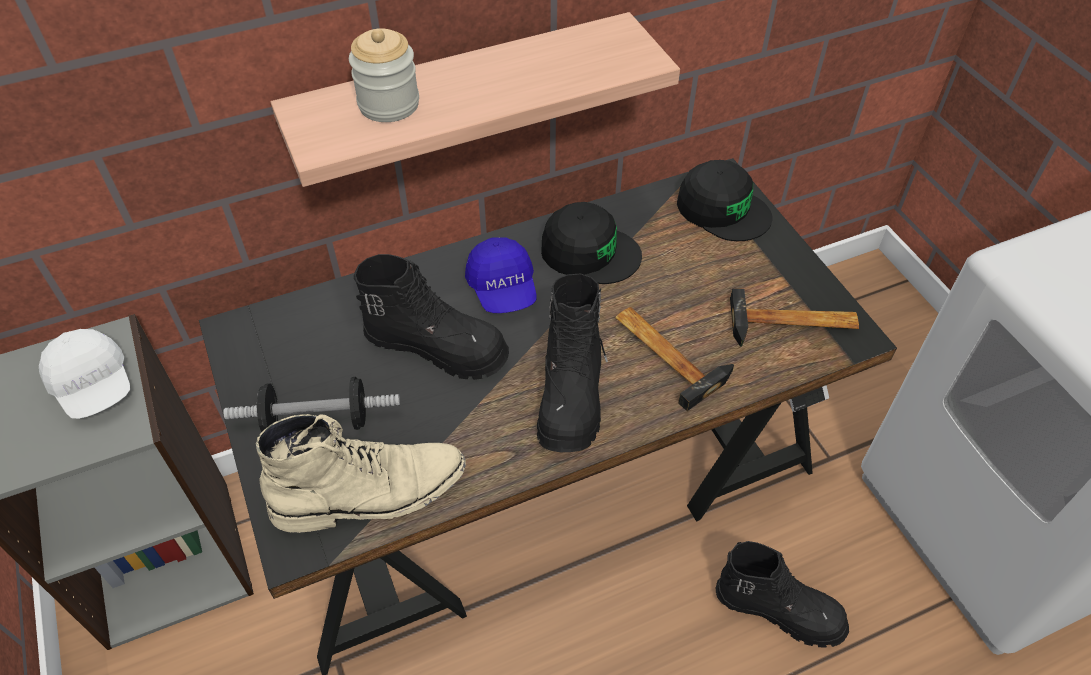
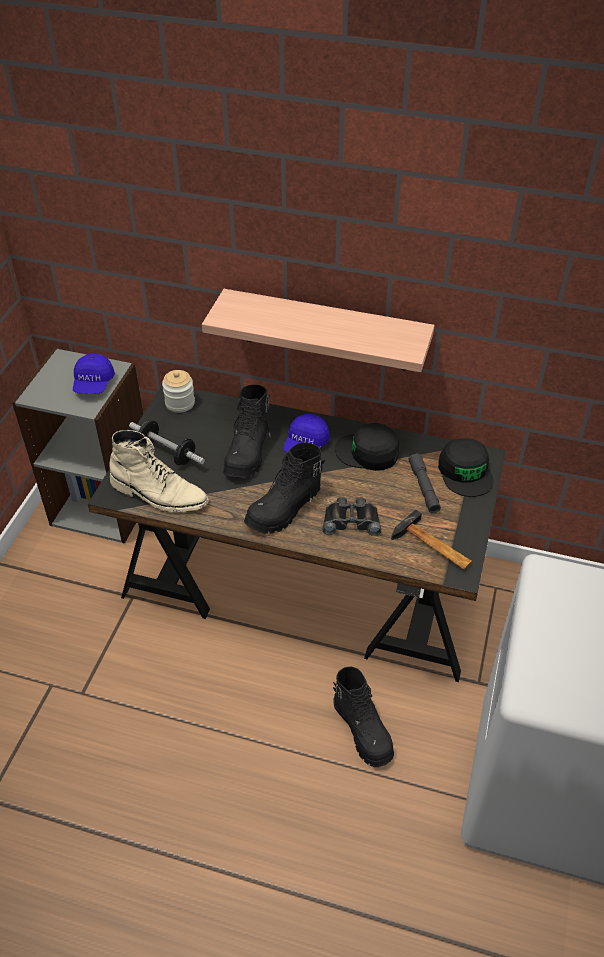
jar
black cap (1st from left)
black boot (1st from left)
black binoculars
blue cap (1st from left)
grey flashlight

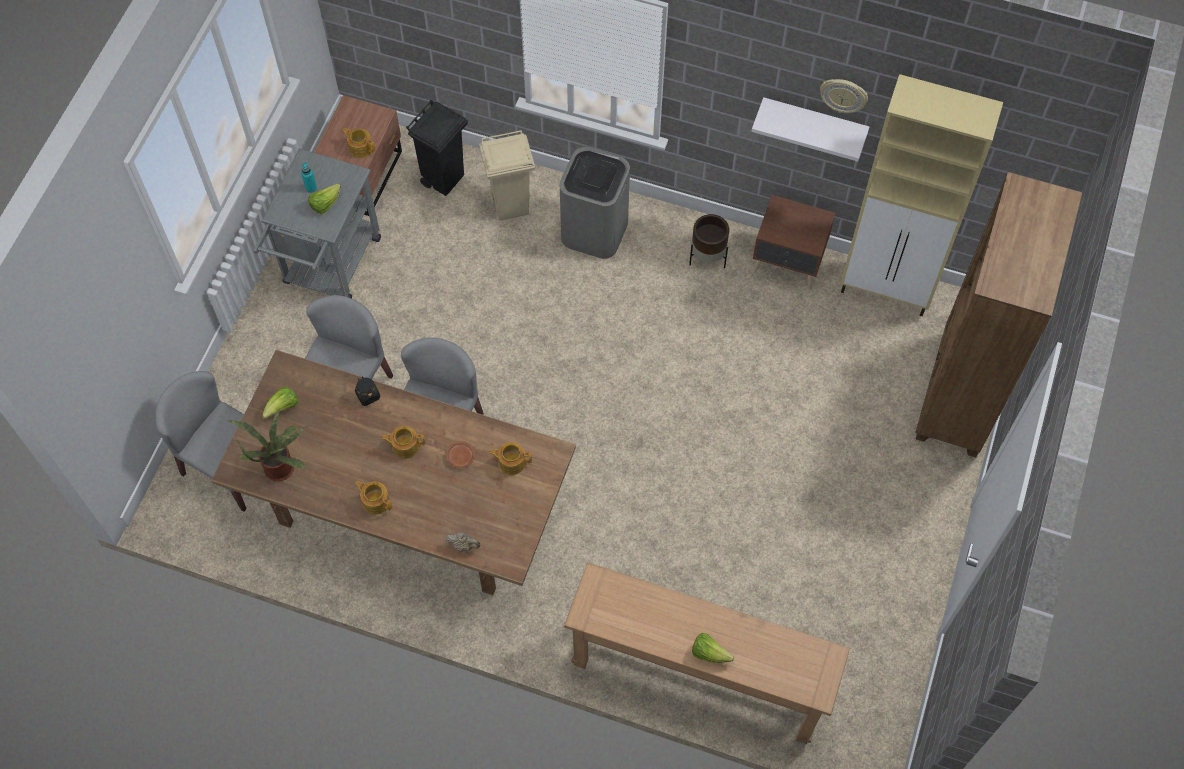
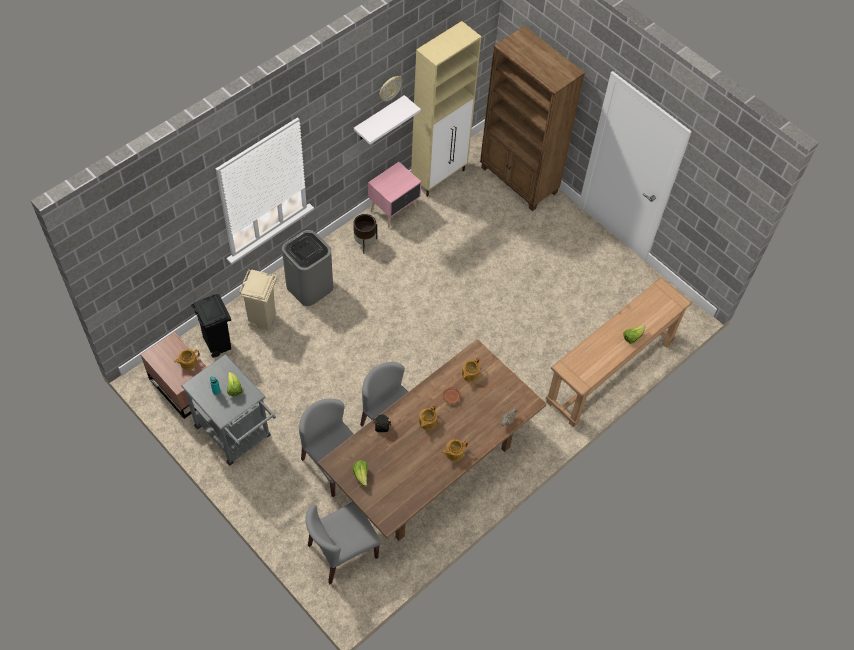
pink nightstand
potted plant

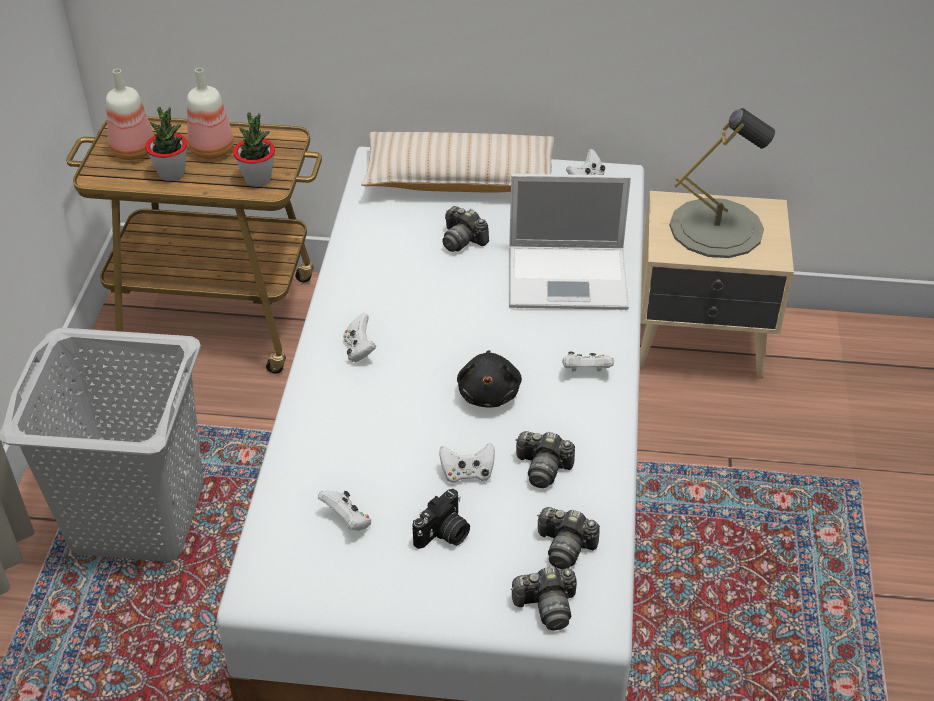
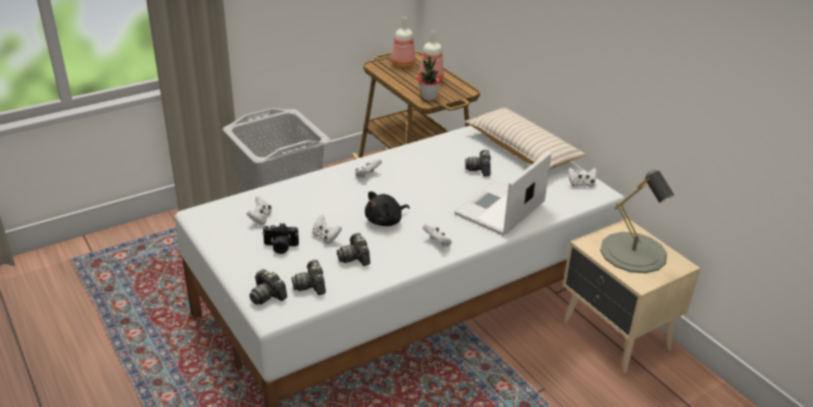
potted plant (1st from left in the first image)
laptop

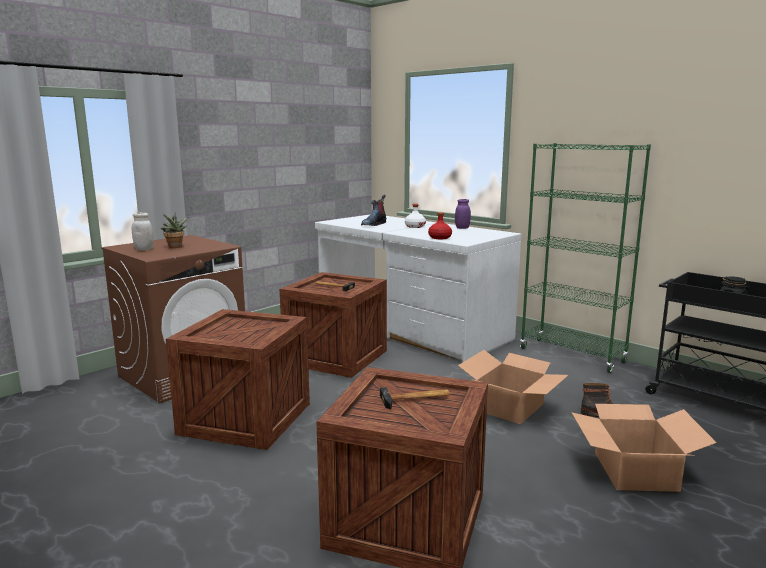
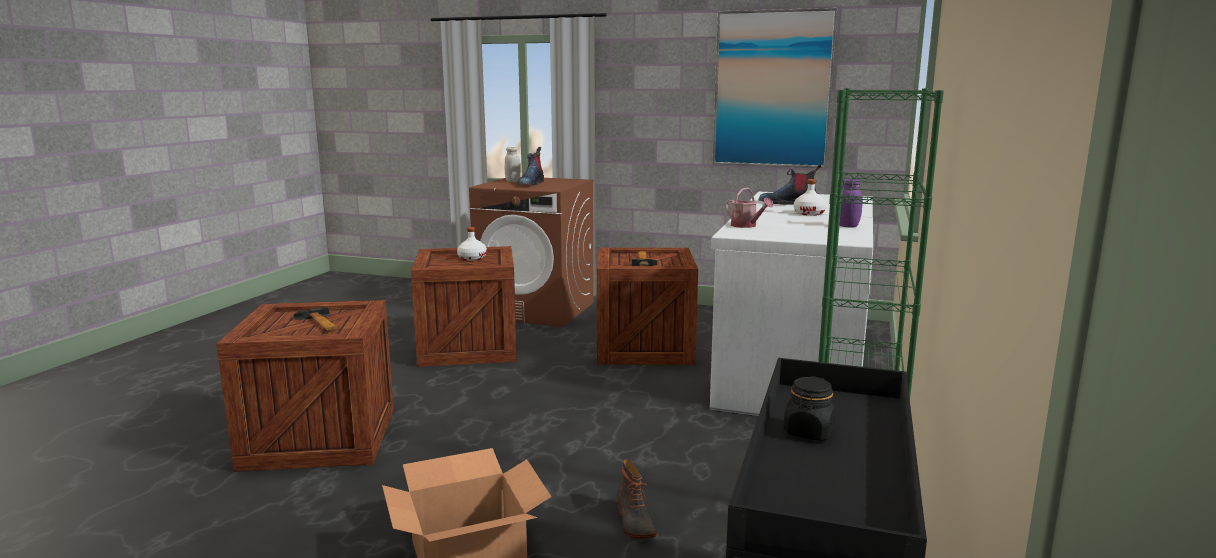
watering can
boot (1st from left)
cardboard box (1st from left in the first image)
picture
white bottle (1st from left)

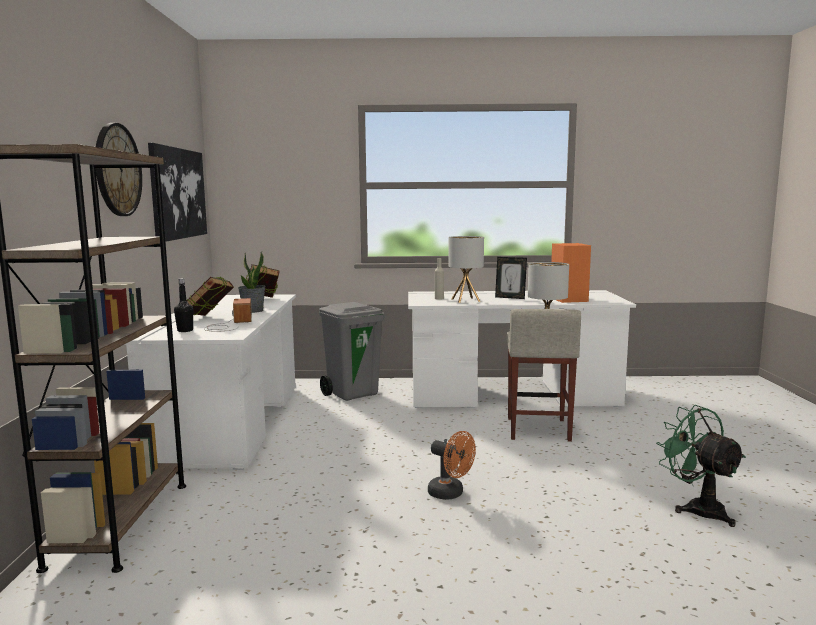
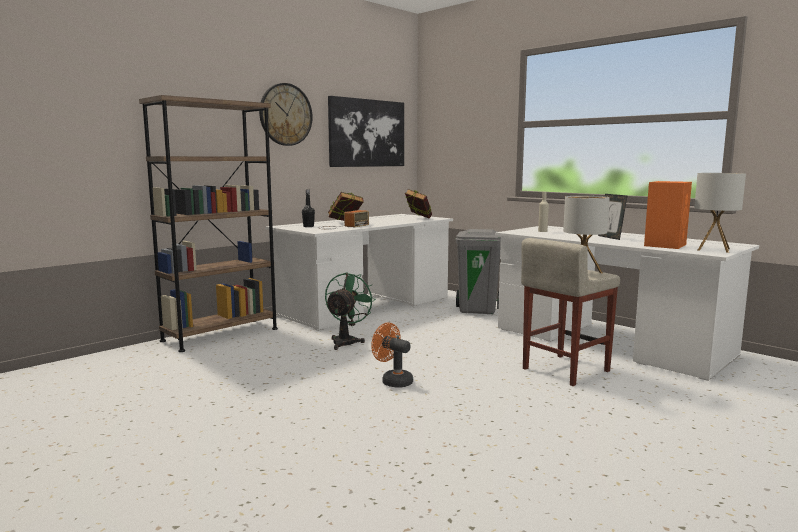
table lamp (2nd from left)
potted plant
green fan
orange fan

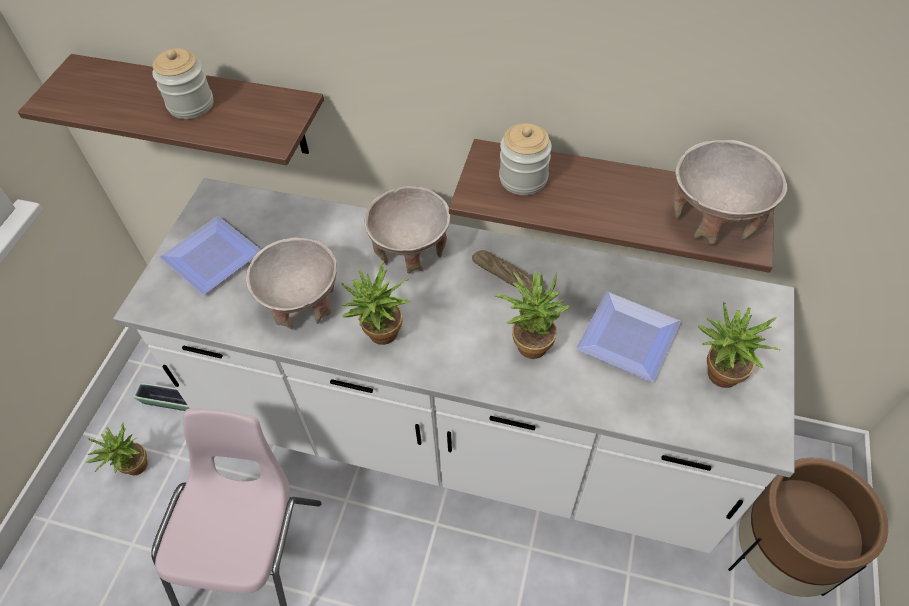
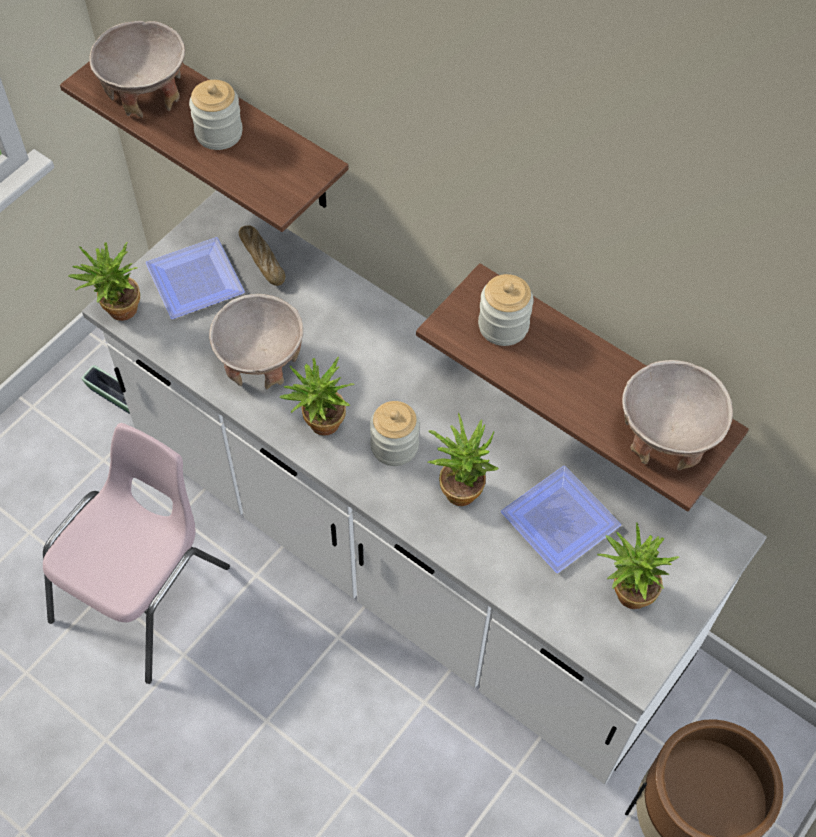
beige bowl (1st from left)
bread
potted plant (1st from left)
jar (2nd from left)

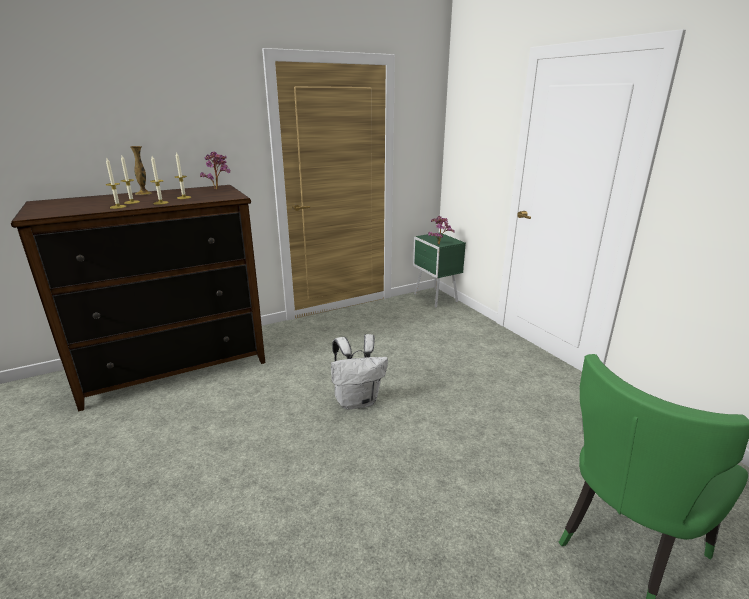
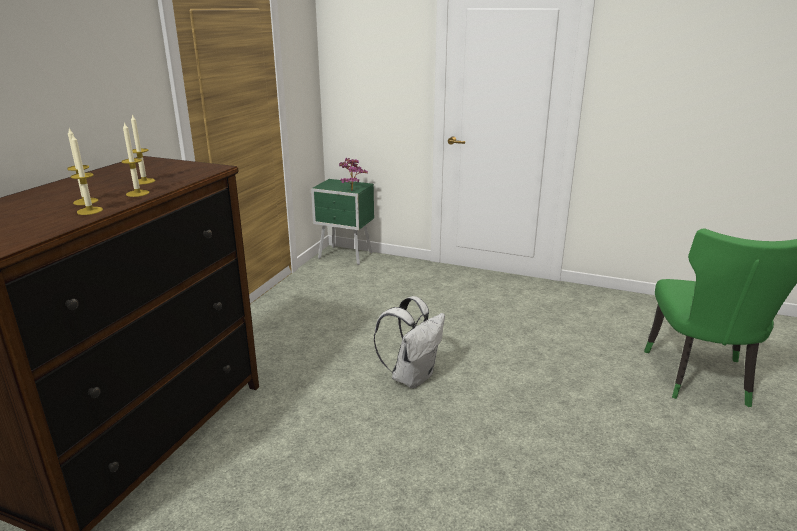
vase
potted plant (1st from left in the first image)

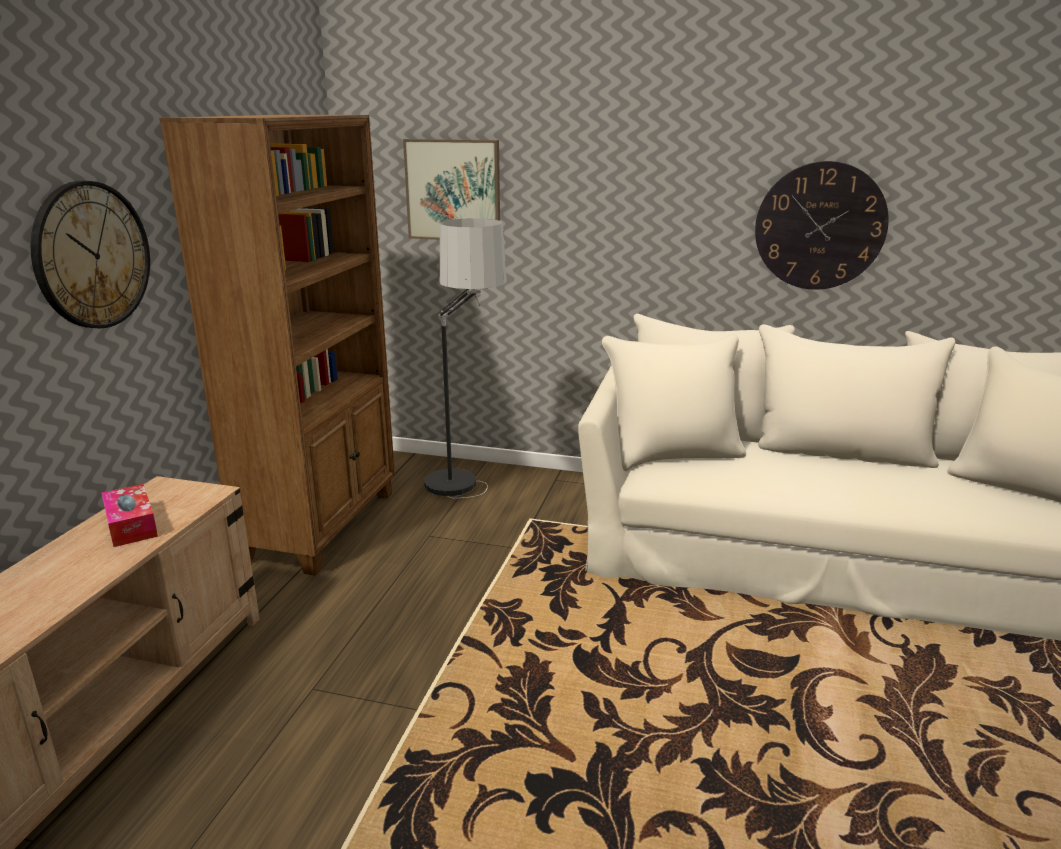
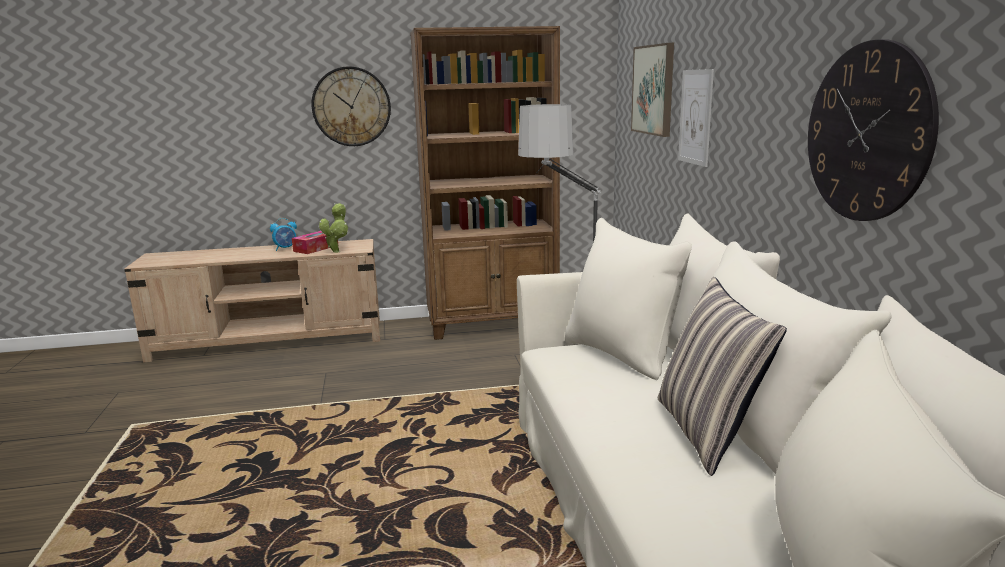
picture (2nd from left)
potted plant
alarm clock
pillow

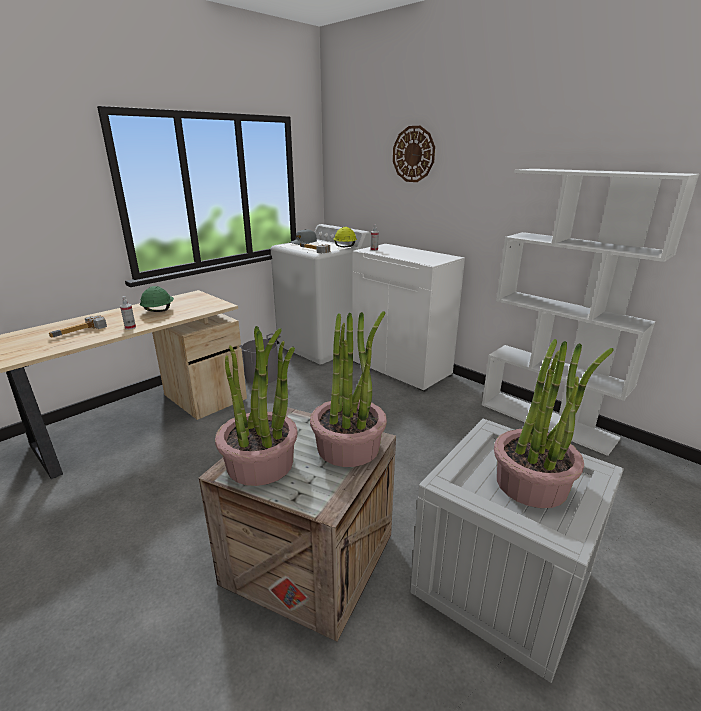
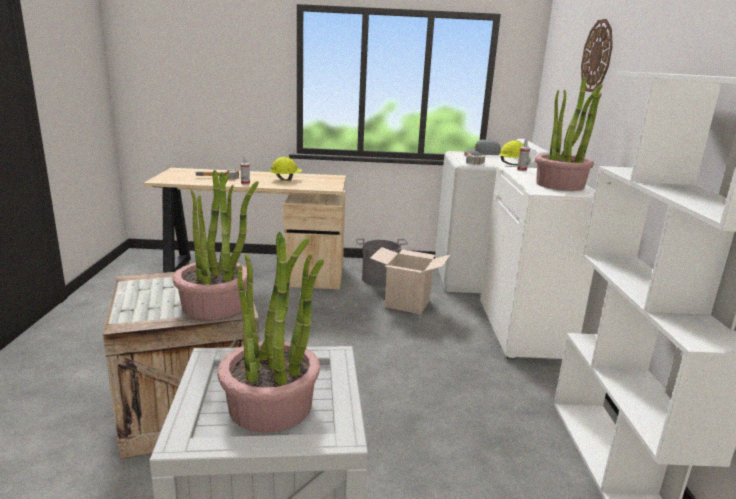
yellow hard hat (1st from left)
potted plant (3rd from left)
cardboard box

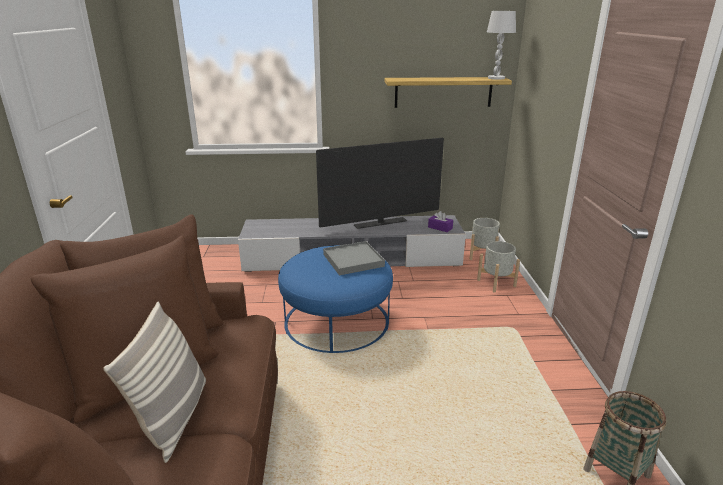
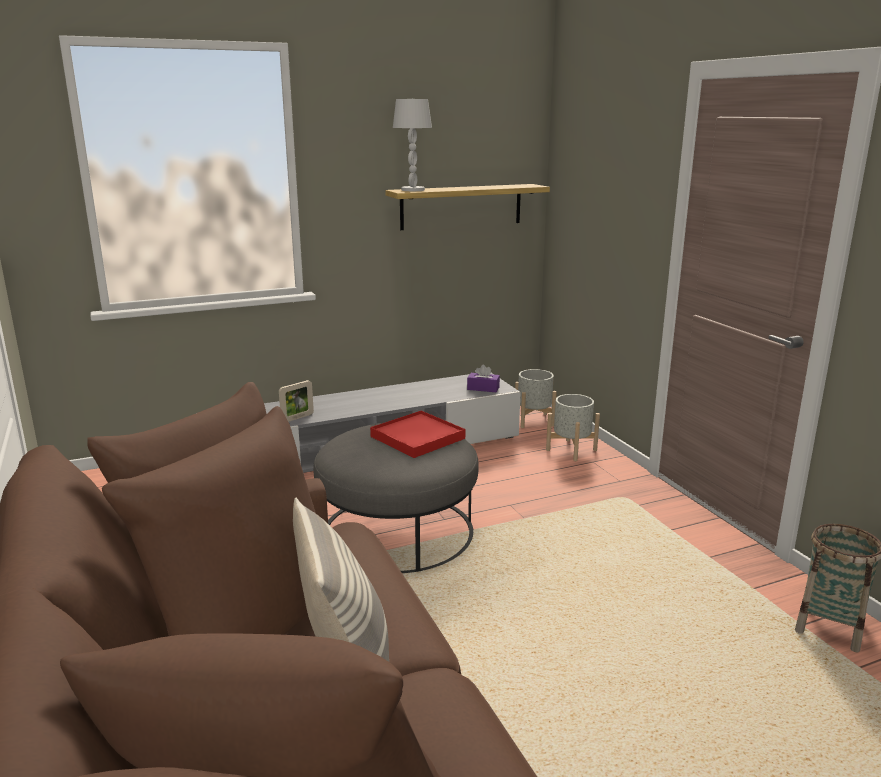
white table lamp
television
red tray
grey ottoman
picture frame

